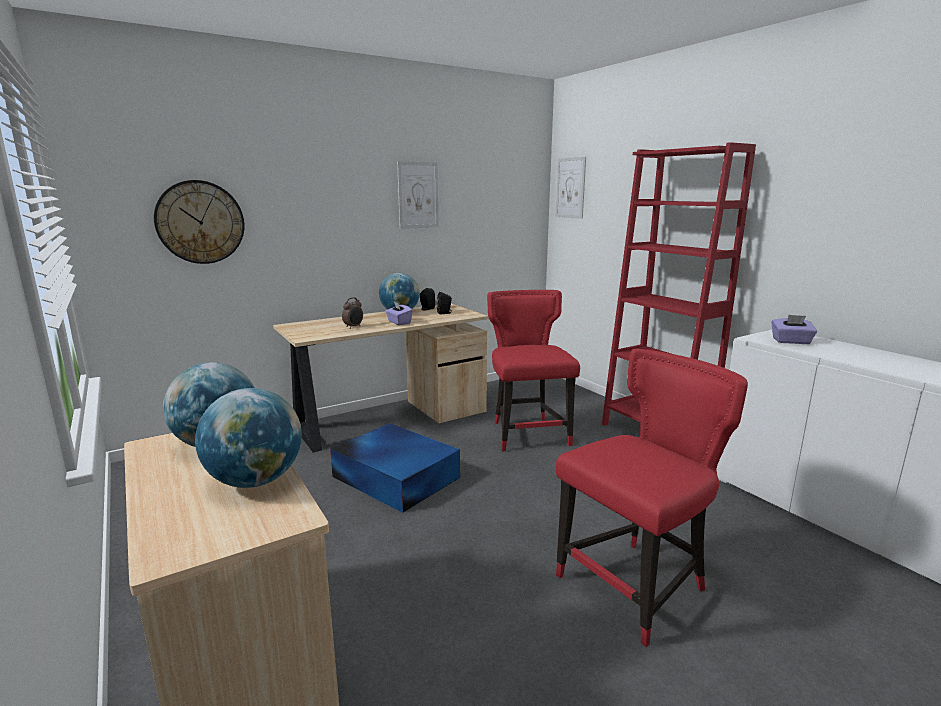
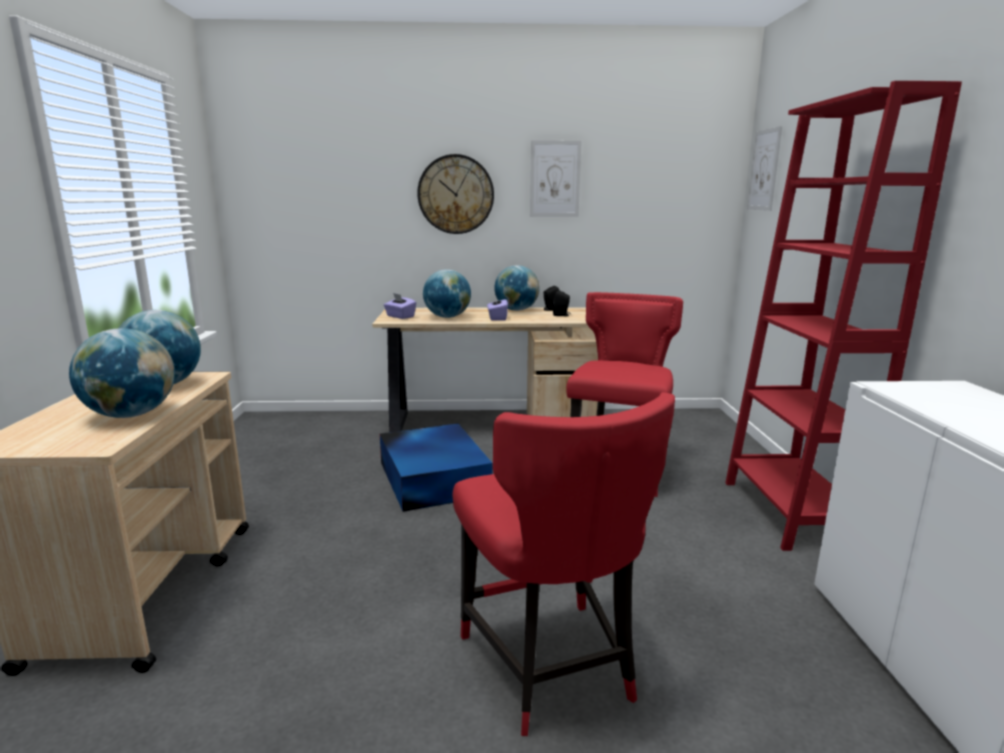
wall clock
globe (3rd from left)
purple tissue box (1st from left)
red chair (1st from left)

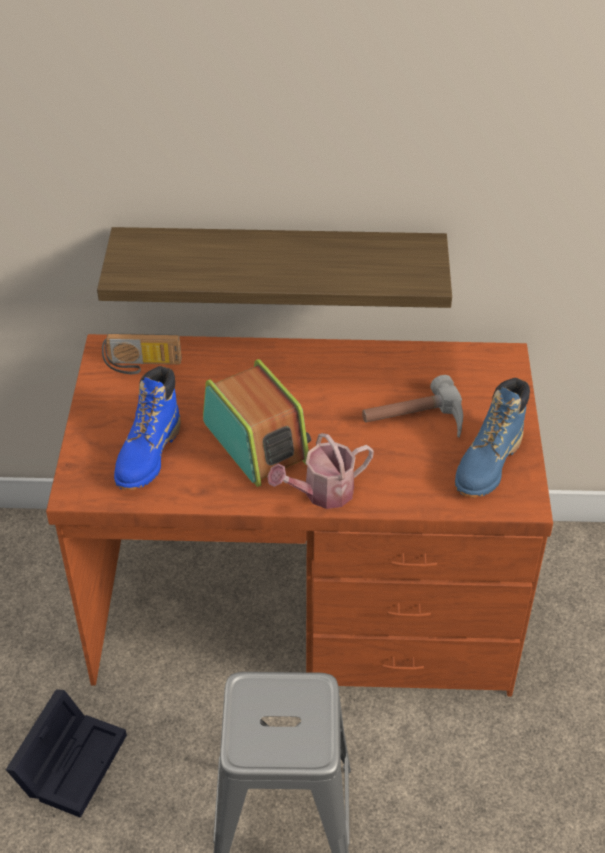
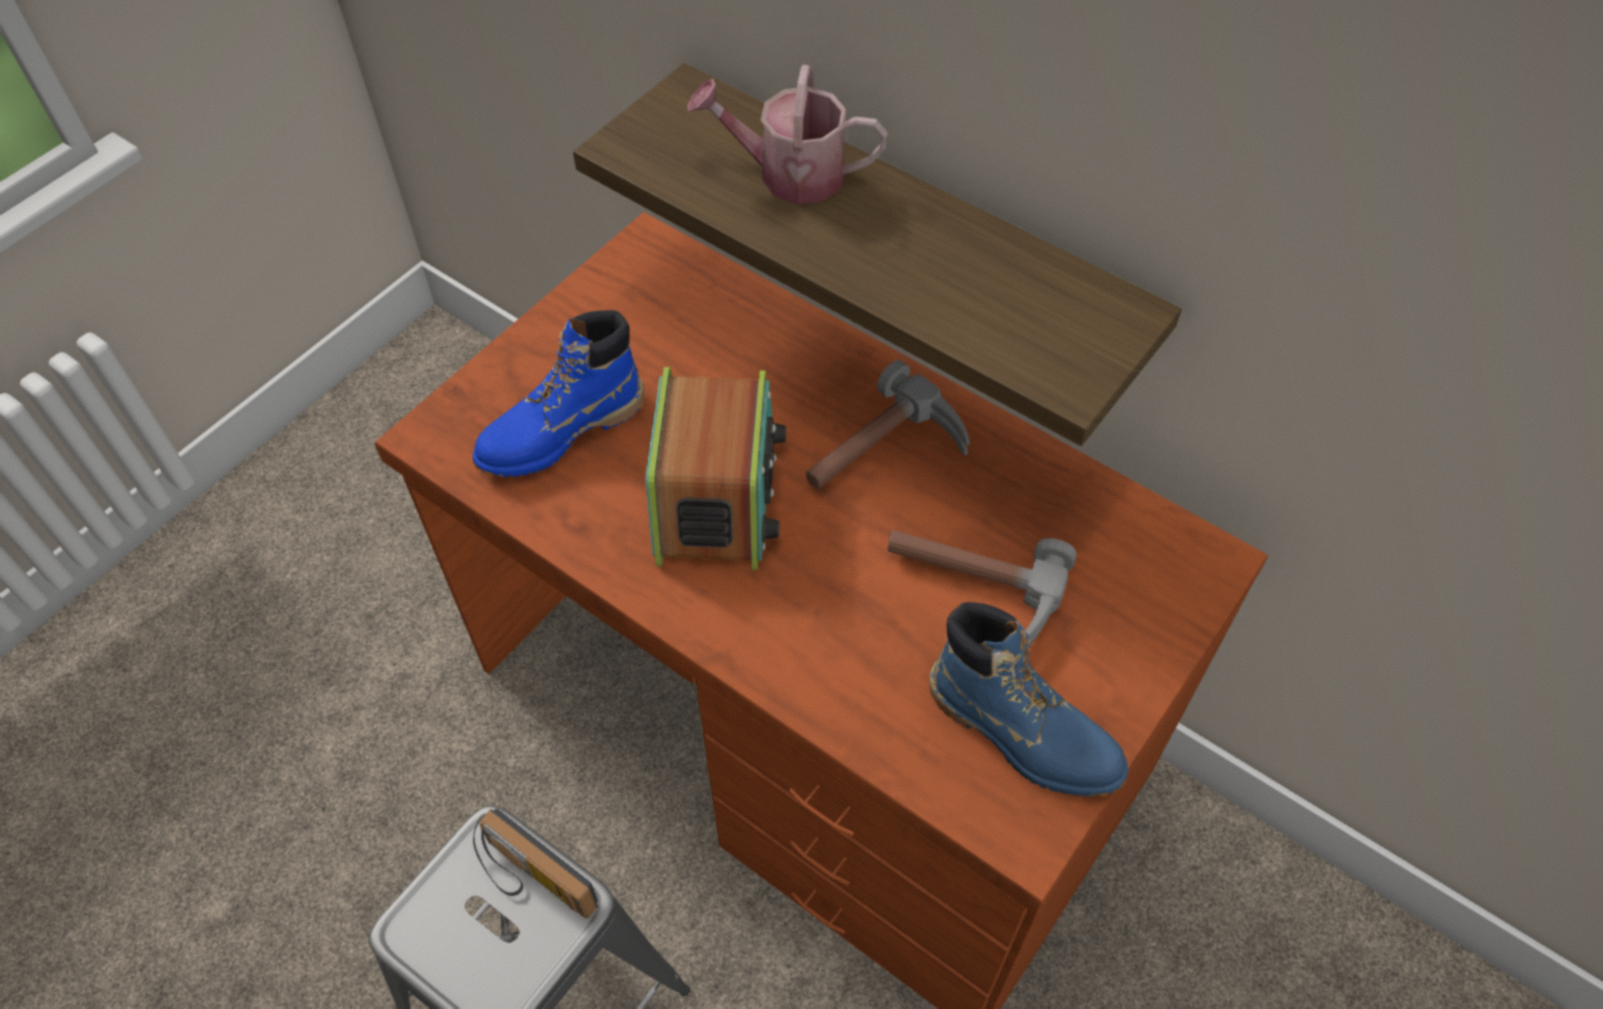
radio (1st from left)
blue boot (2nd from left)
watering can
black storage box
hammer (1st from left)

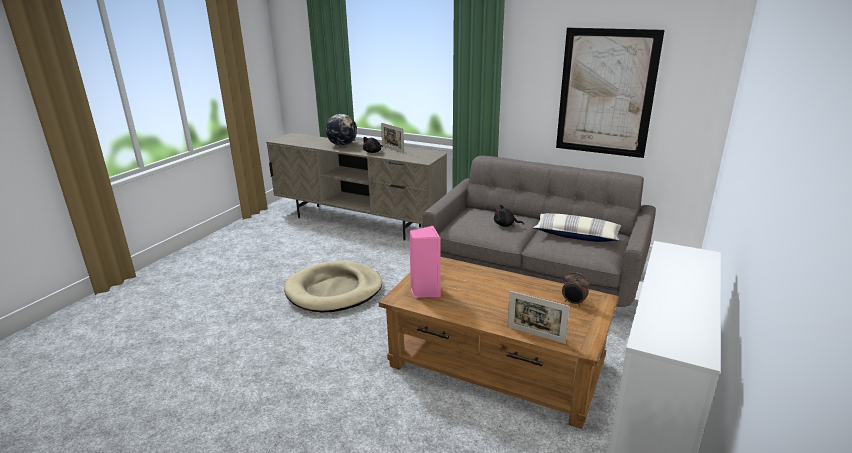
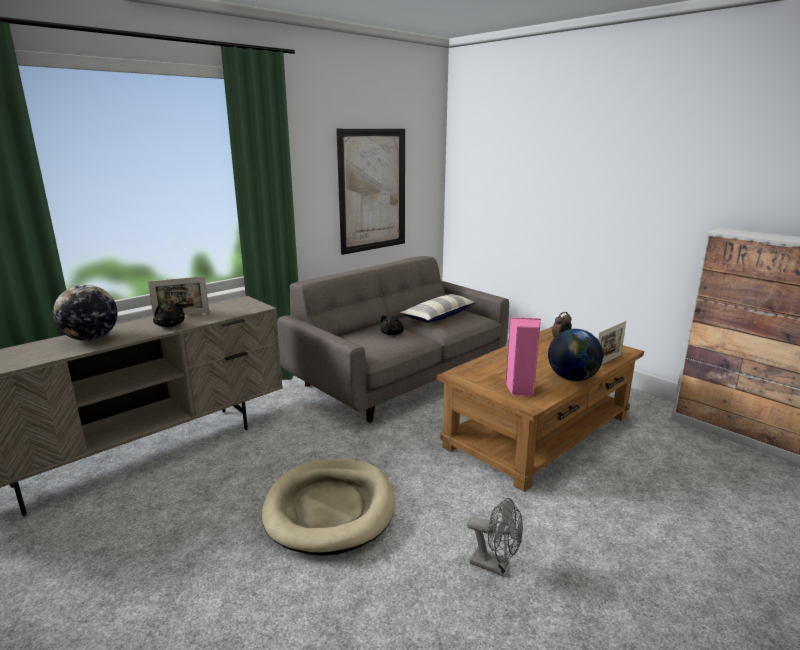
globe (2nd from left)
grey fan

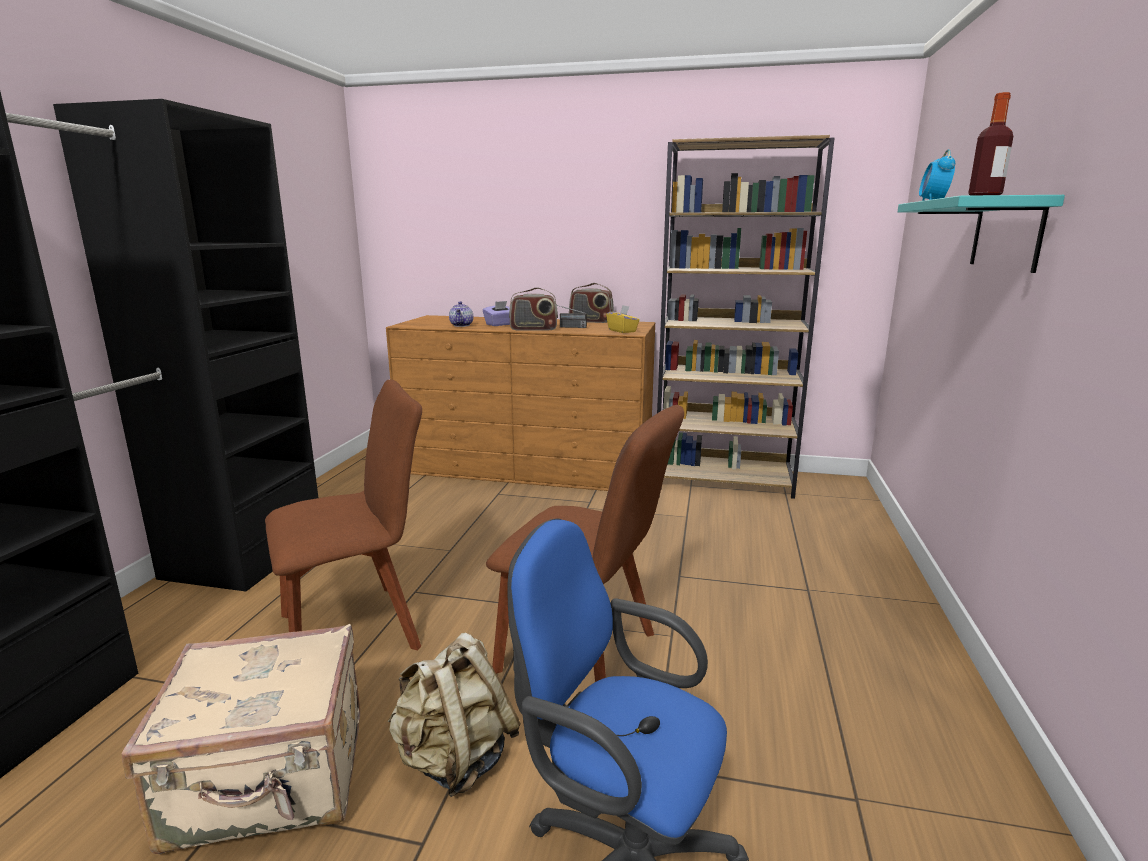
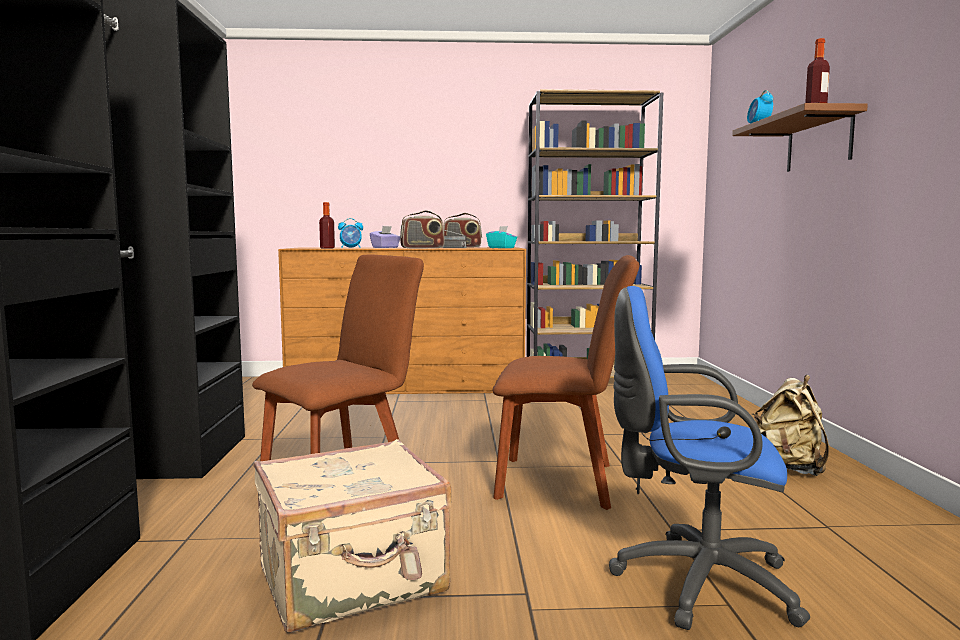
brown shelf
alarm clock (1st from left)
turquoise tissue box
beige backpack
bottle (1st from left)

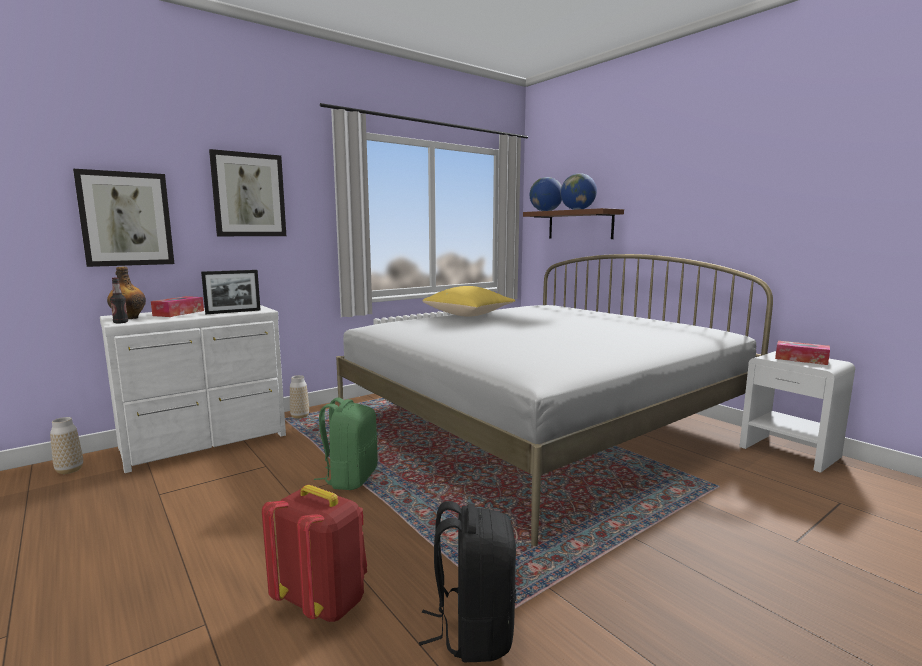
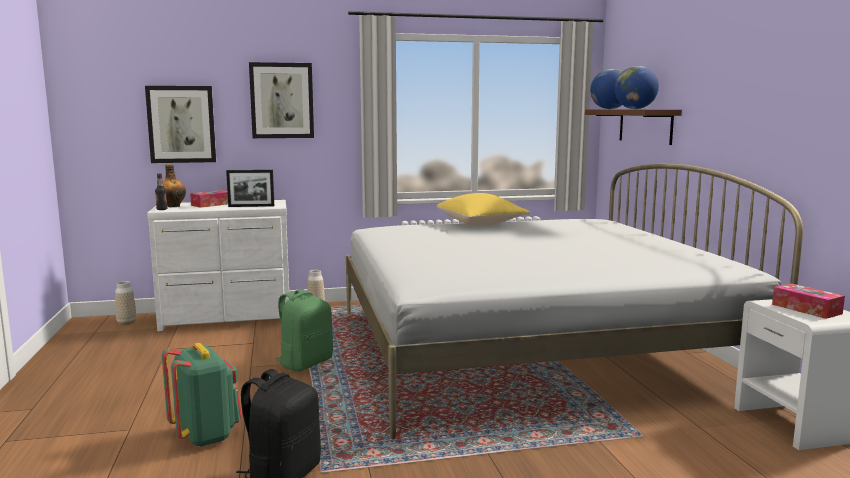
green backpack (1st from left)

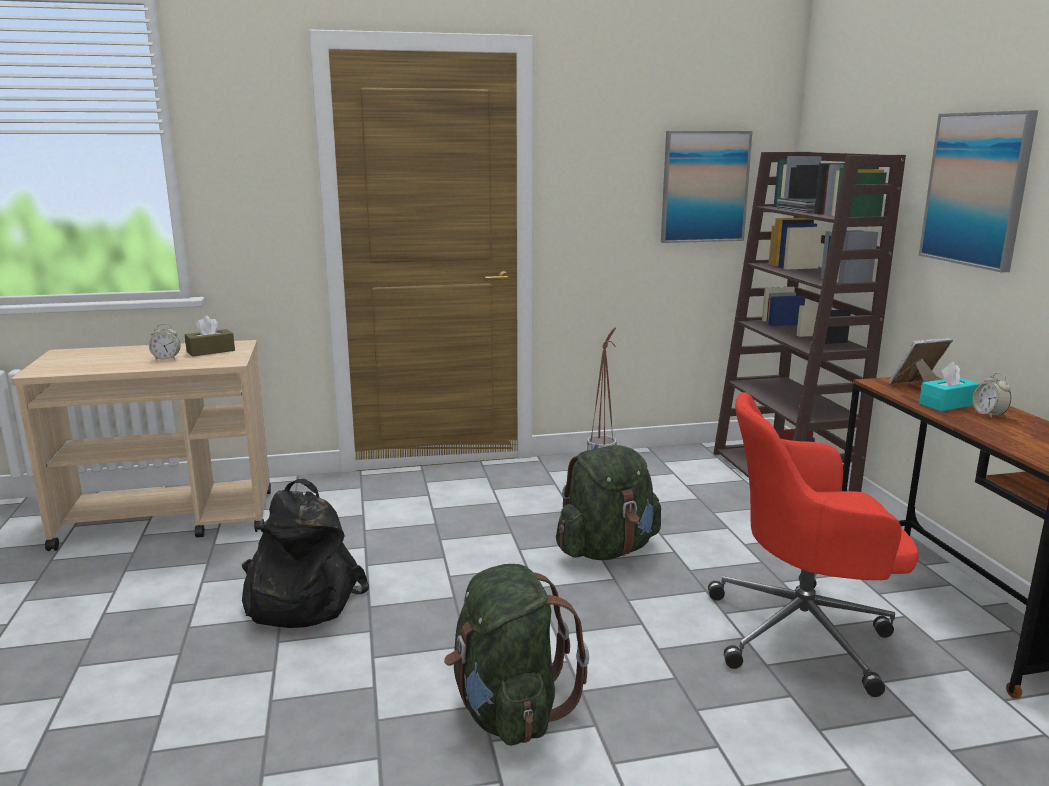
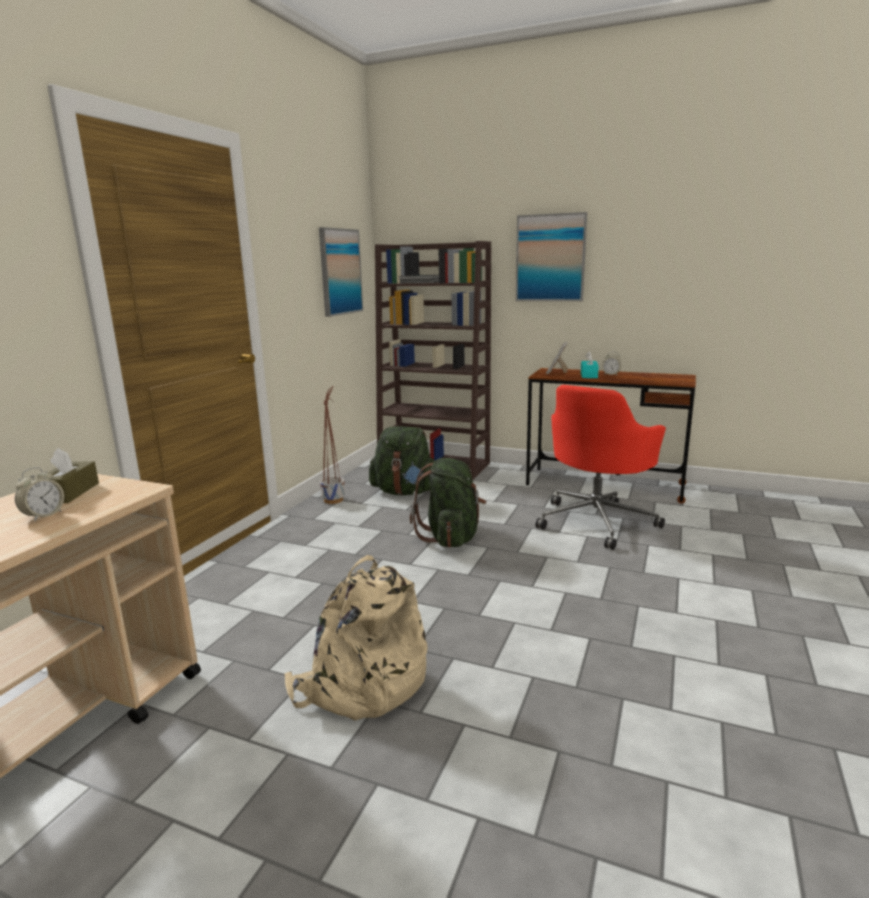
beige backpack
green backpack (1st from left)

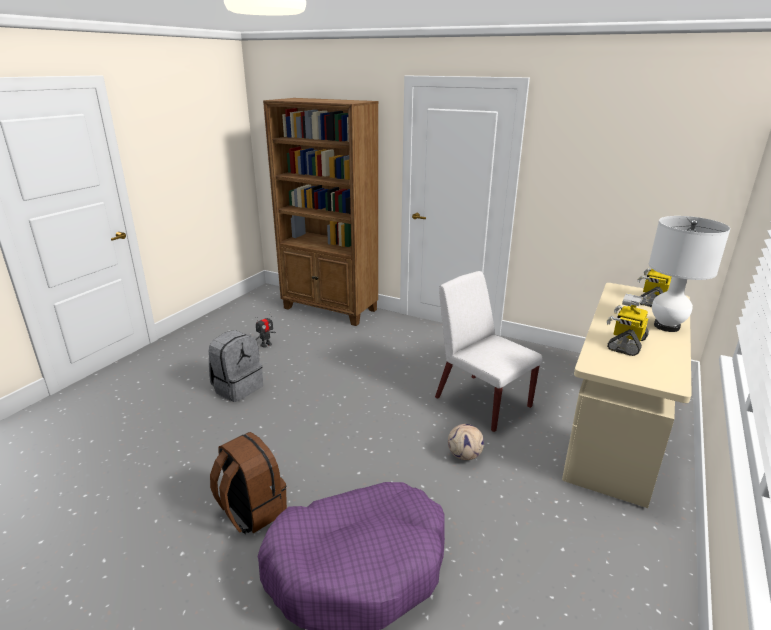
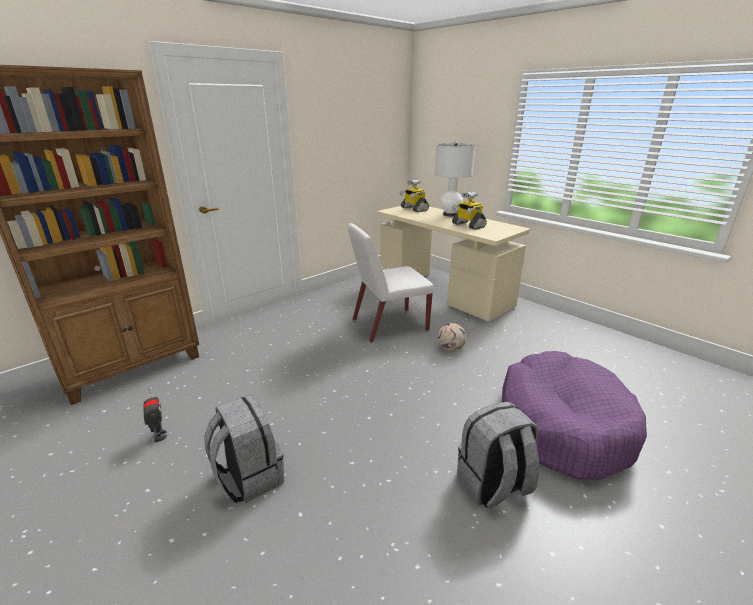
grey backpack (2nd from left)

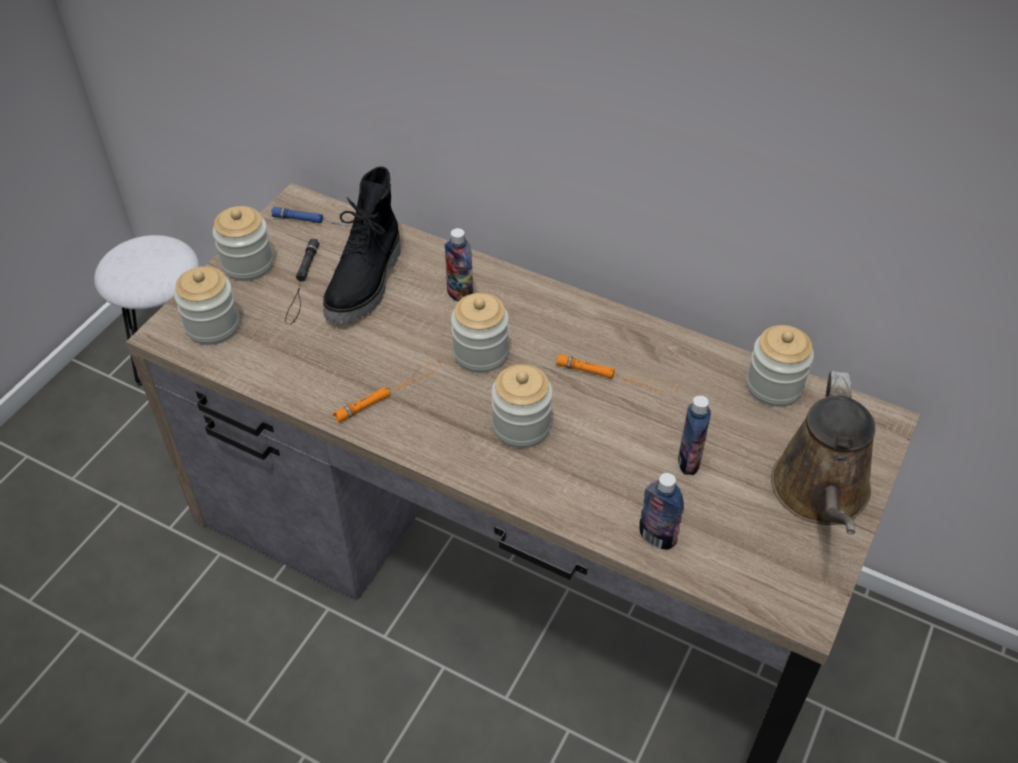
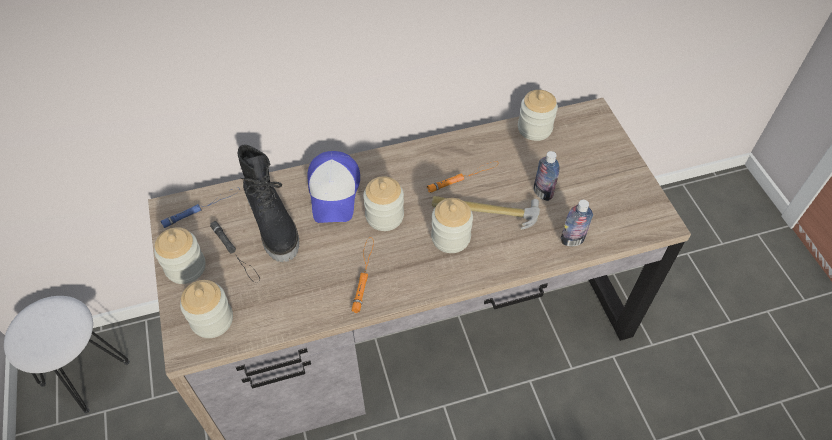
cap
brown watering can
hammer

